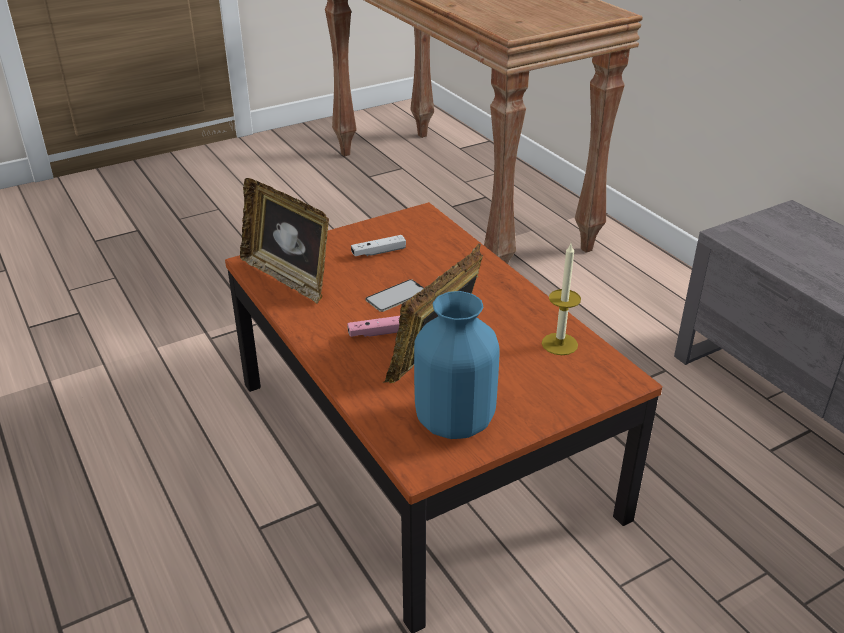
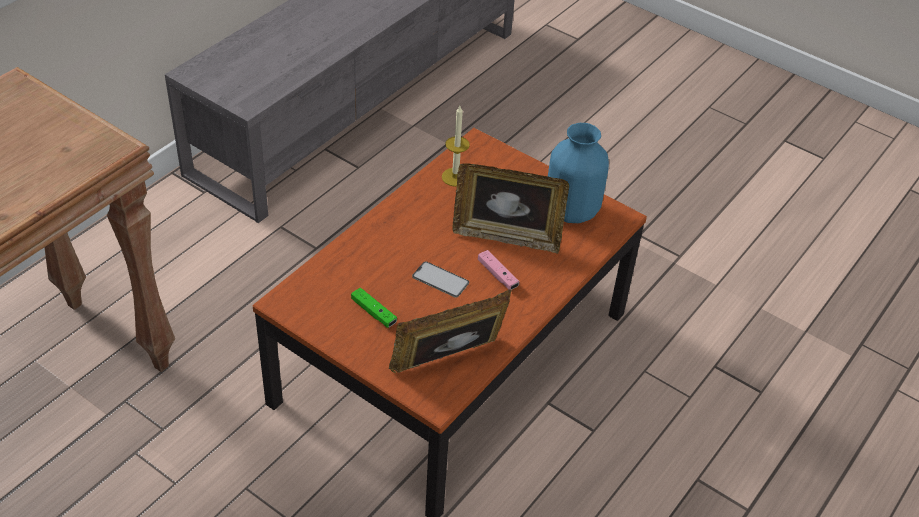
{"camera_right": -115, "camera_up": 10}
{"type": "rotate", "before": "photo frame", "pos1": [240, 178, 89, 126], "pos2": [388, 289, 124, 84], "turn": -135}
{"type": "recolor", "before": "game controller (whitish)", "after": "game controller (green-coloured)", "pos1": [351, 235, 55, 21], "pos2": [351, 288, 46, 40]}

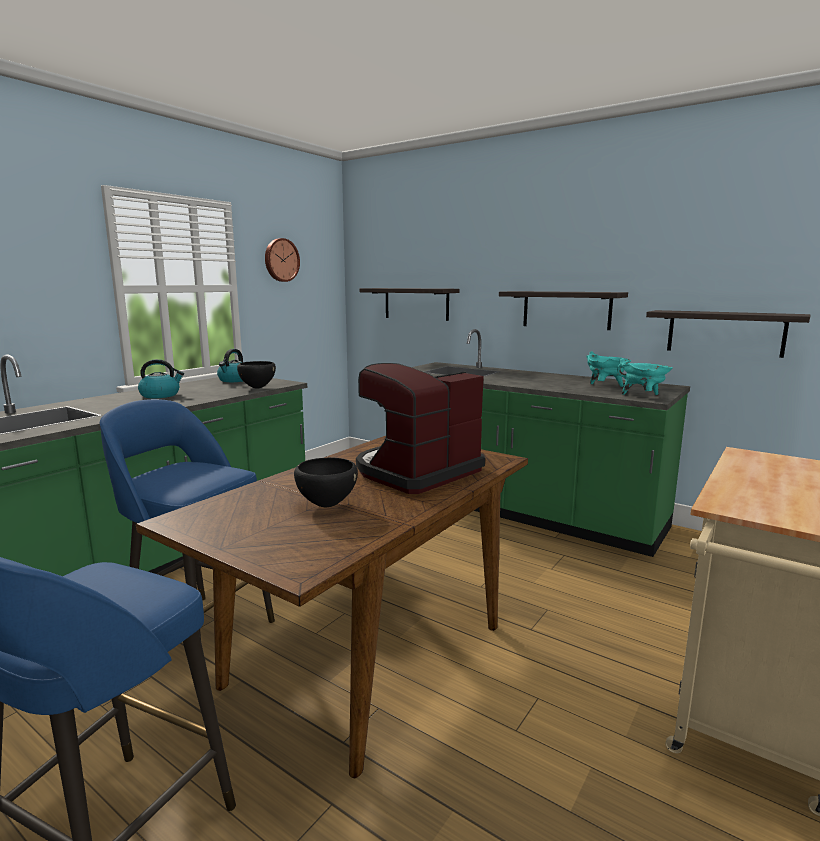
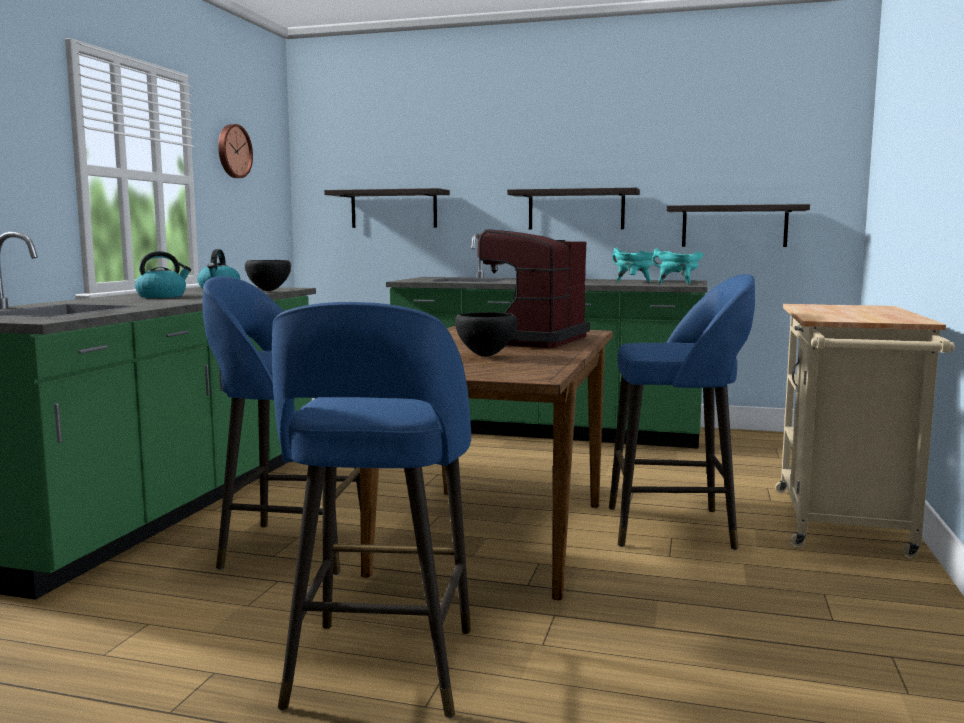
{"camera_right": -20, "camera_up": -5}
{"type": "insert", "after": "stool (blue)", "pos2": [609, 274, 146, 276]}

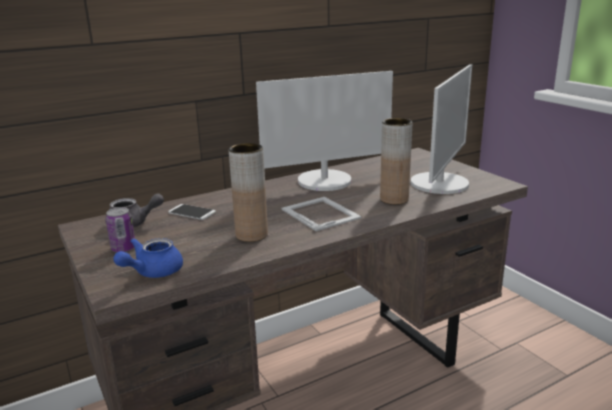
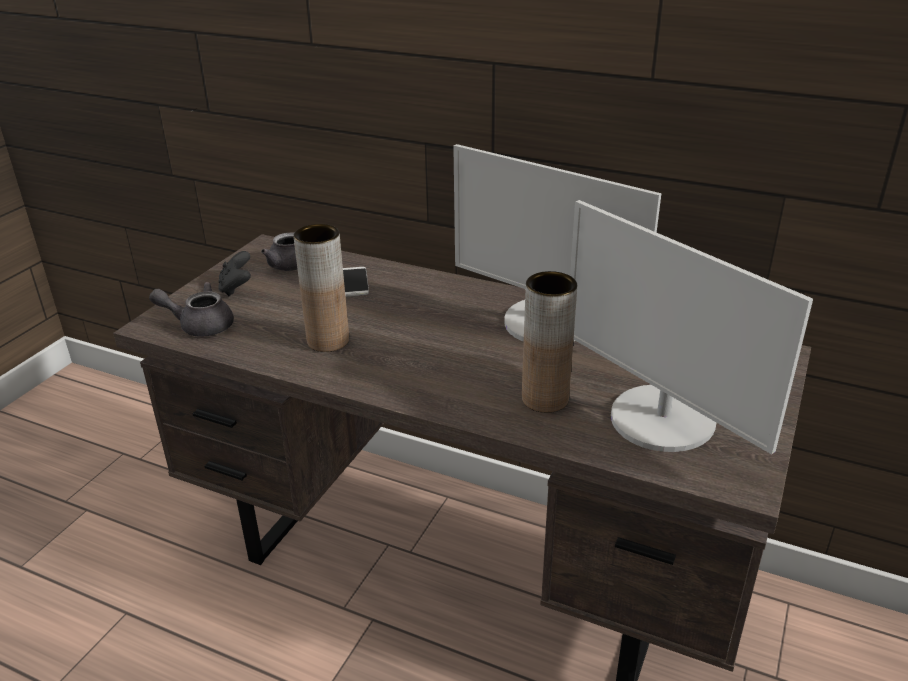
{"camera_right": 55, "camera_up": 10}
{"type": "replace", "before": "metal can", "after": "game controller (black-coloured)", "pos1": [106, 207, 29, 45], "pos2": [218, 251, 33, 45]}
{"type": "recolor", "before": "pot for tea (blue)", "after": "pot for tea (gray)", "pos1": [113, 238, 70, 40], "pos2": [149, 282, 85, 55]}
{"type": "delete", "before": "photo frame", "pos1": [281, 197, 81, 34]}
{"type": "rotate", "before": "monitor", "pos1": [411, 64, 61, 130], "pos2": [570, 200, 243, 255], "turn": 60}

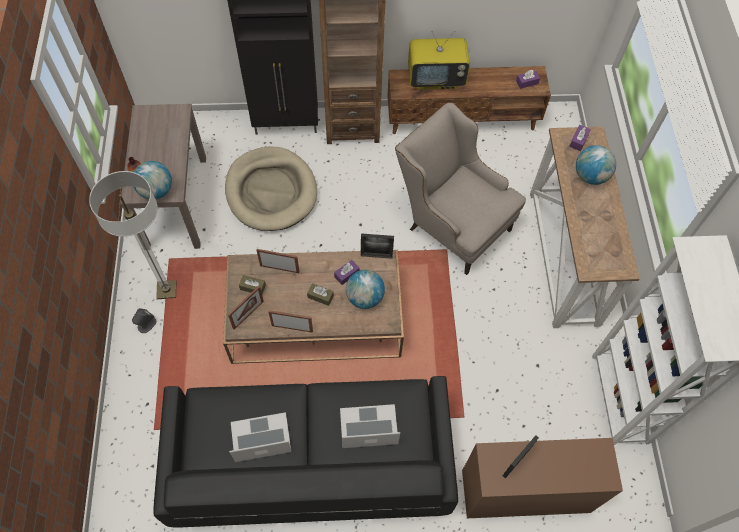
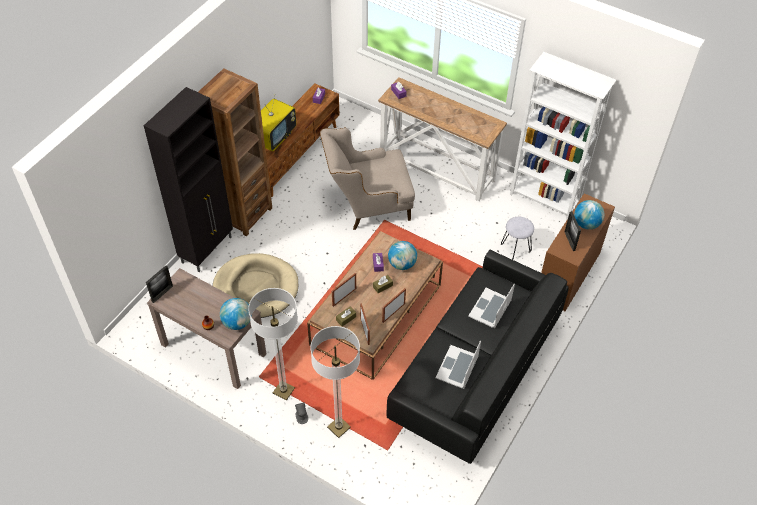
{"camera_right": -55, "camera_up": -10}
{"type": "move", "before": "photo frame", "pos1": [361, 233, 33, 26], "pos2": [146, 266, 27, 37]}
{"type": "move", "before": "globe", "pos1": [576, 145, 40, 40], "pos2": [574, 200, 30, 29]}
{"type": "insert", "after": "floor lamp", "pos2": [310, 326, 50, 112]}
{"type": "insert", "after": "stool (gray)", "pos2": [501, 217, 33, 43]}

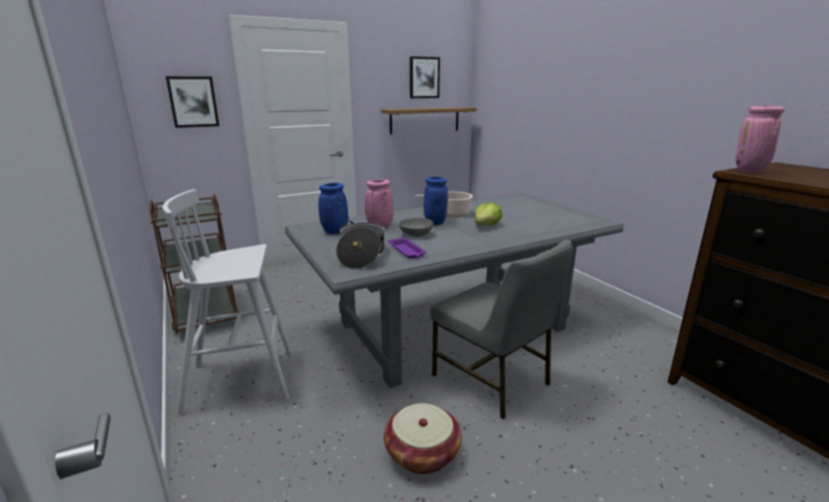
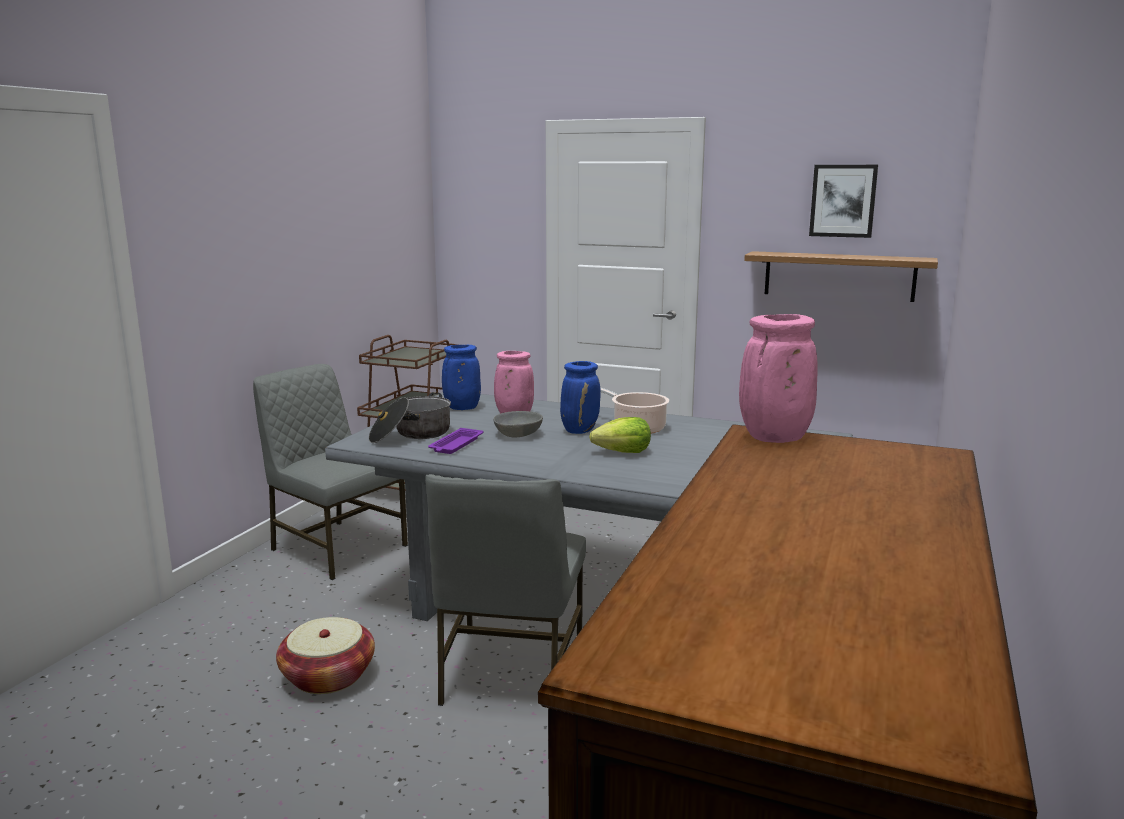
{"camera_right": 50, "camera_up": -5}
{"type": "replace", "before": "stool (whitish)", "after": "plain chair (gray)", "pos1": [162, 189, 130, 227], "pos2": [253, 364, 155, 216]}
{"type": "delete", "before": "wall picture", "pos1": [166, 76, 53, 52]}

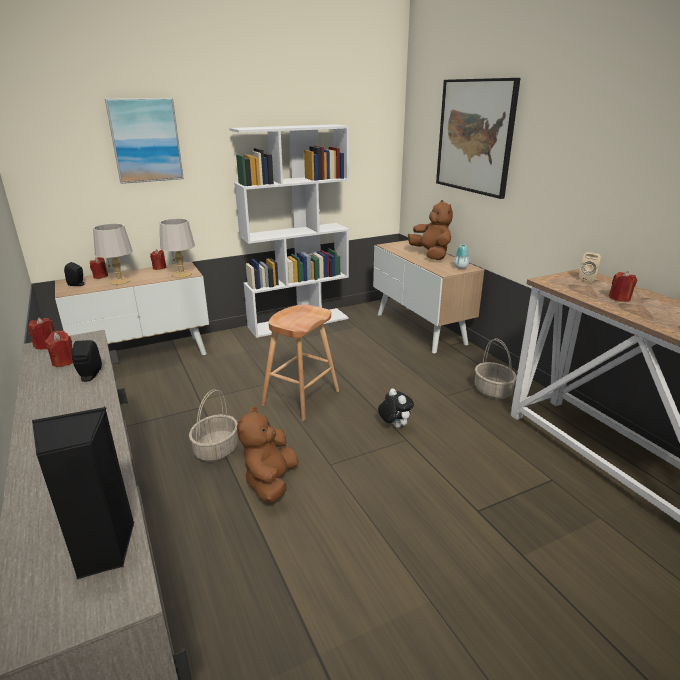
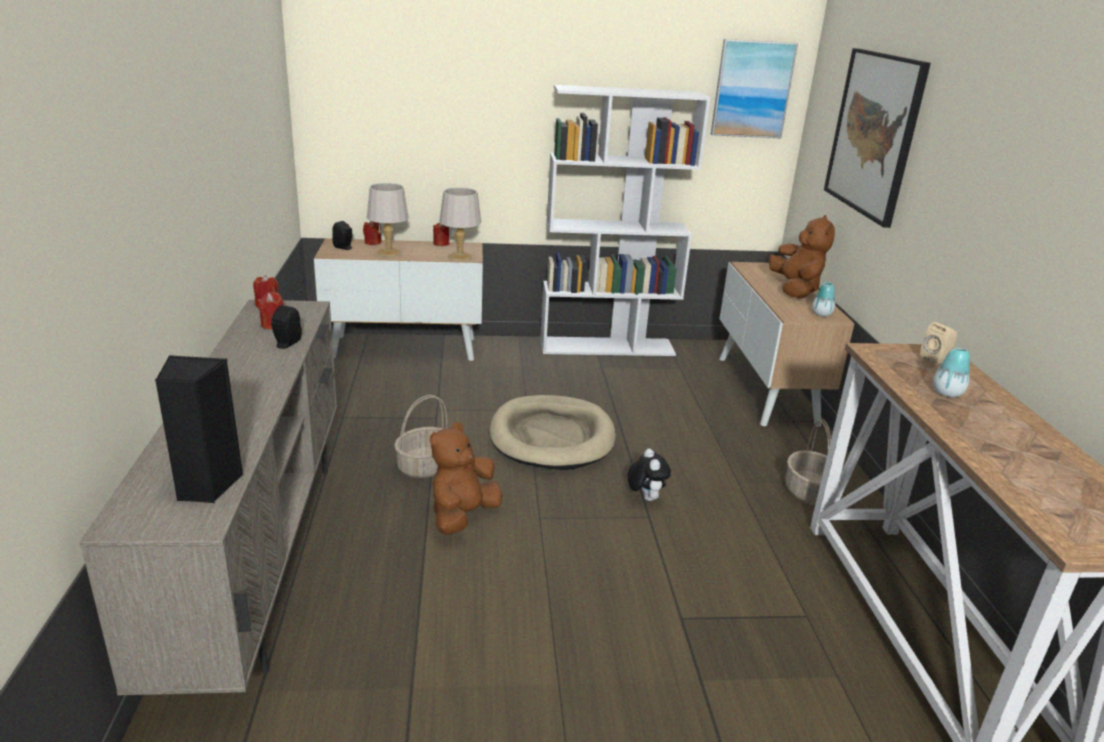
{"camera_right": 20, "camera_up": 0}
{"type": "move", "before": "wall picture", "pos1": [105, 98, 79, 86], "pos2": [711, 39, 87, 99]}
{"type": "replace", "before": "stool (brown-coloured)", "after": "dog bed (beige-coloured)", "pos1": [261, 305, 78, 116], "pos2": [489, 395, 127, 75]}
{"type": "replace", "before": "wax light (red-coloured)", "after": "decorative vase", "pos1": [609, 271, 28, 31], "pos2": [933, 348, 37, 49]}

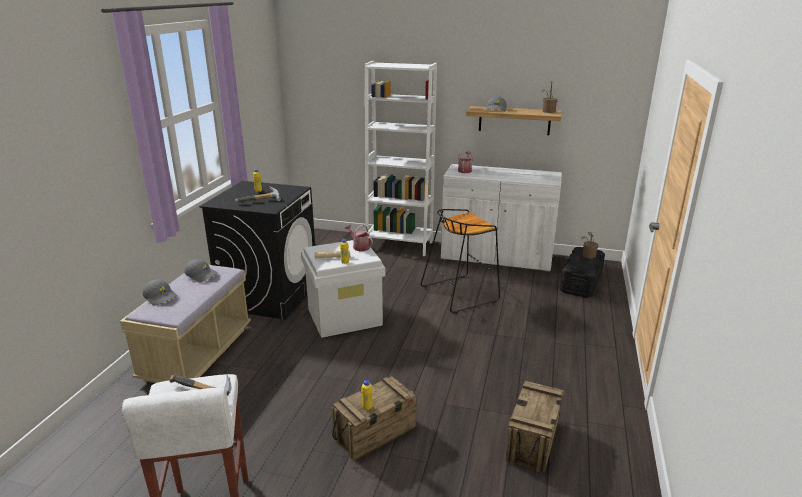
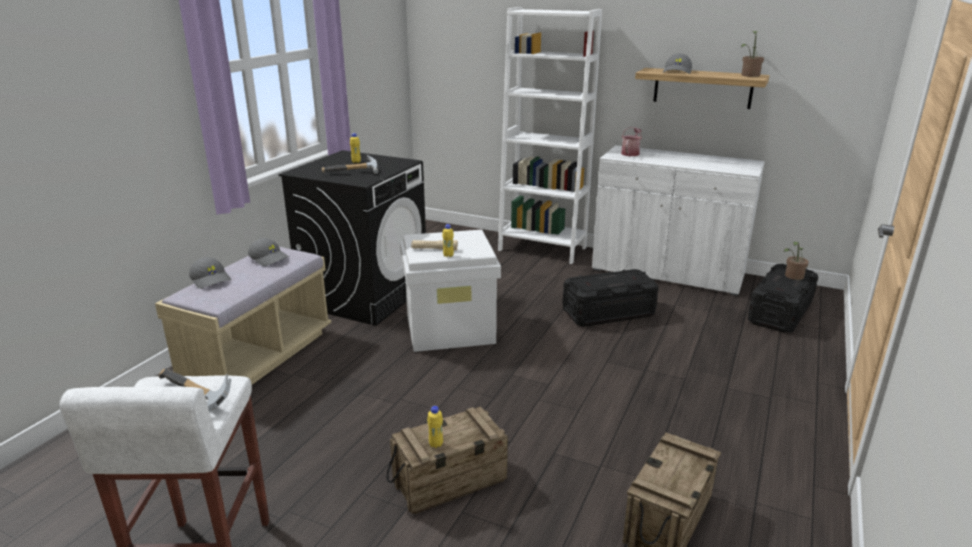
{"camera_right": 10, "camera_up": 0}
{"type": "delete", "before": "watering pot", "pos1": [345, 225, 28, 26]}
{"type": "replace", "before": "stool (black-coloured)", "after": "storage box (black-coloured)", "pos1": [421, 209, 79, 105], "pos2": [563, 269, 96, 58]}

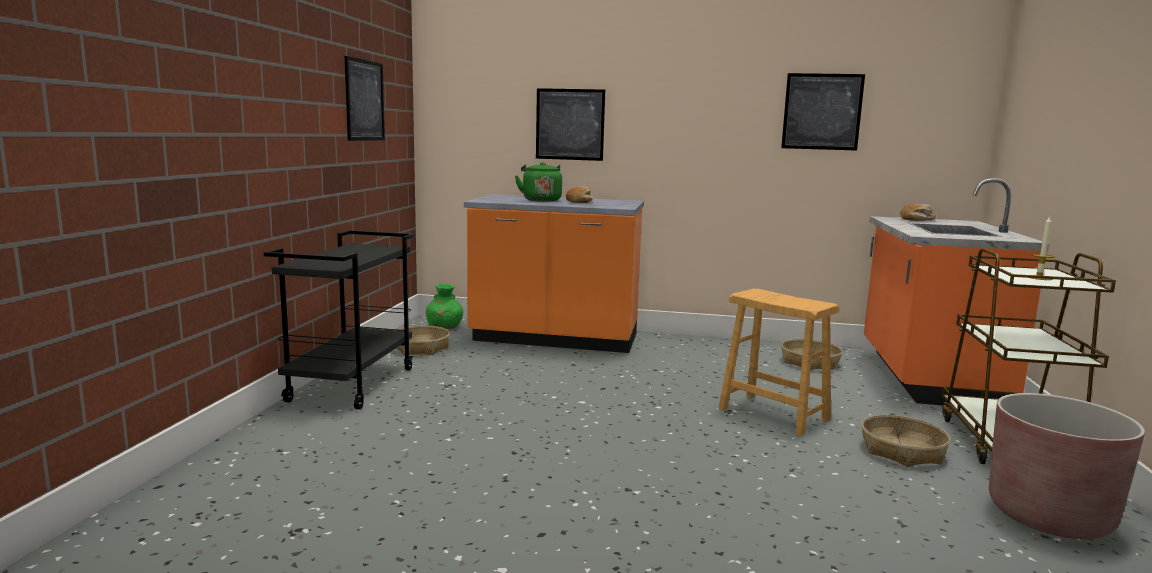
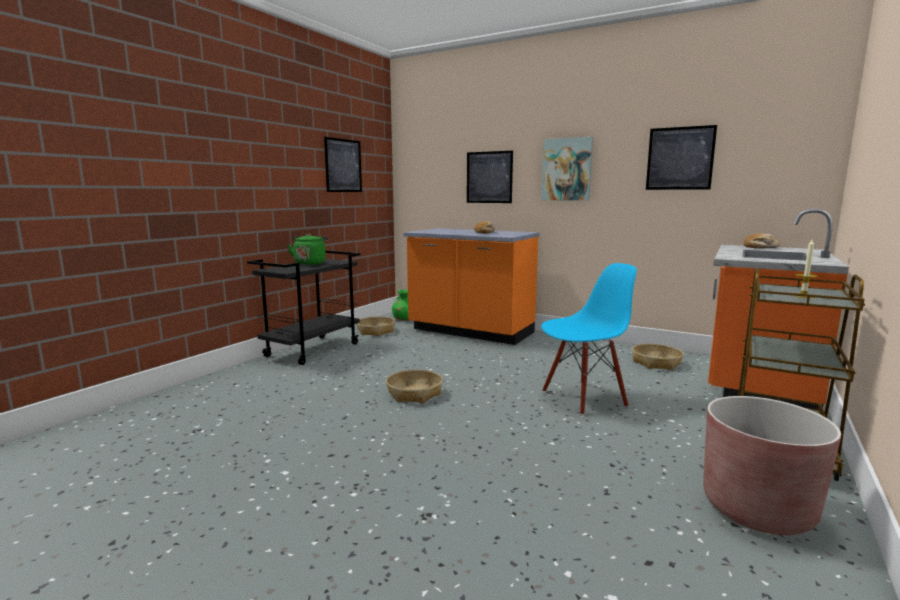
{"camera_right": 20, "camera_up": 0}
{"type": "move", "before": "kettle (green-coloured)", "pos1": [515, 162, 47, 40], "pos2": [287, 234, 41, 31]}
{"type": "replace", "before": "stool (brown-coloured)", "after": "plain chair (blue)", "pos1": [719, 289, 121, 148], "pos2": [541, 263, 96, 152]}
{"type": "move", "before": "storage basket", "pos1": [861, 415, 89, 52], "pos2": [386, 370, 57, 33]}
{"type": "insert", "after": "wall picture", "pos2": [541, 137, 52, 64]}

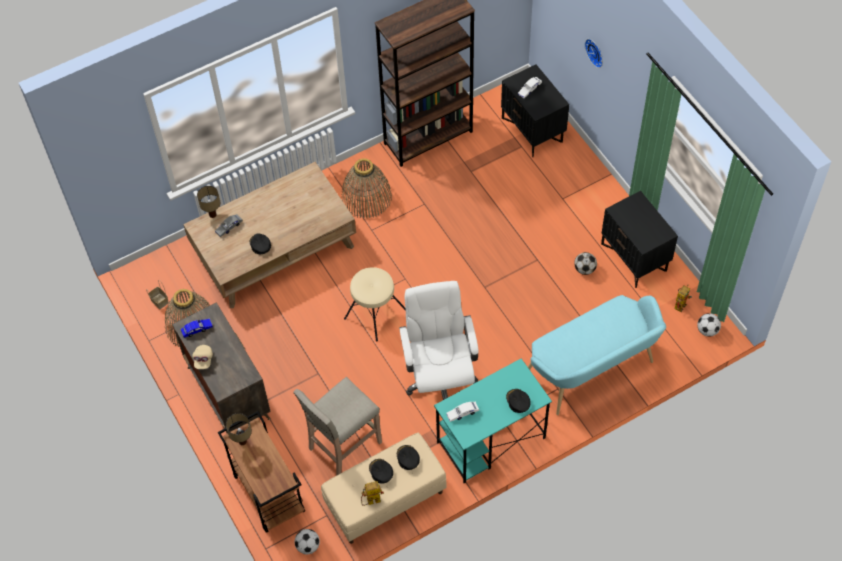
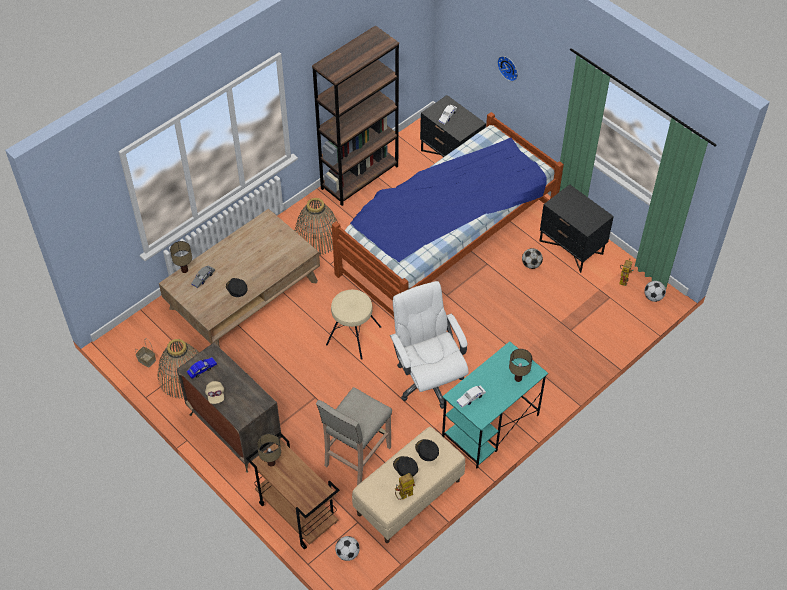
{"camera_right": -15, "camera_up": -5}
{"type": "replace", "before": "peaked cap (black-coloured)", "after": "lamp for a table", "pos1": [506, 389, 25, 24], "pos2": [509, 349, 23, 33]}
{"type": "delete", "before": "indoor bench (blue-green)", "pos1": [528, 295, 138, 120]}
{"type": "insert", "after": "bed", "pos2": [332, 112, 232, 204]}

